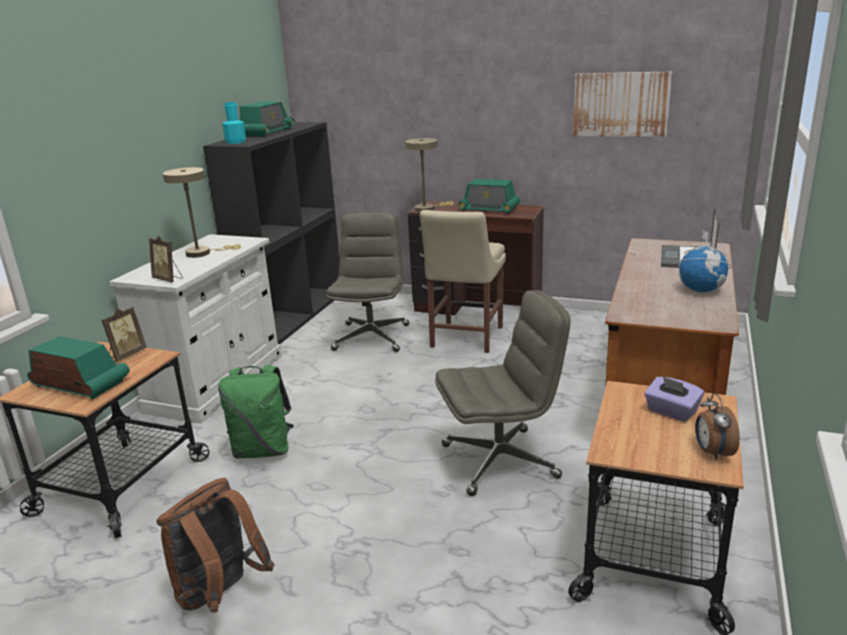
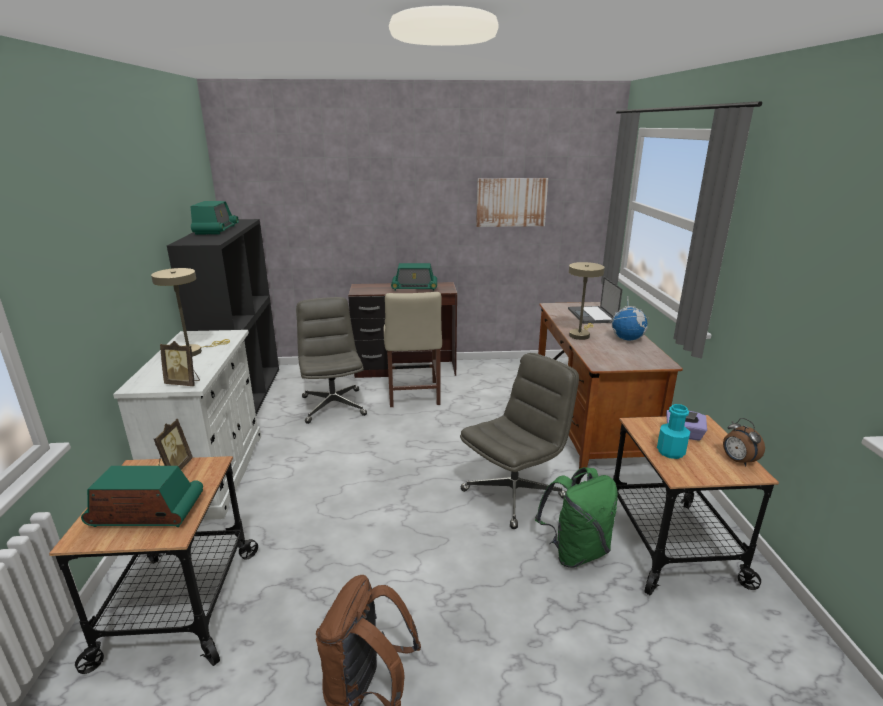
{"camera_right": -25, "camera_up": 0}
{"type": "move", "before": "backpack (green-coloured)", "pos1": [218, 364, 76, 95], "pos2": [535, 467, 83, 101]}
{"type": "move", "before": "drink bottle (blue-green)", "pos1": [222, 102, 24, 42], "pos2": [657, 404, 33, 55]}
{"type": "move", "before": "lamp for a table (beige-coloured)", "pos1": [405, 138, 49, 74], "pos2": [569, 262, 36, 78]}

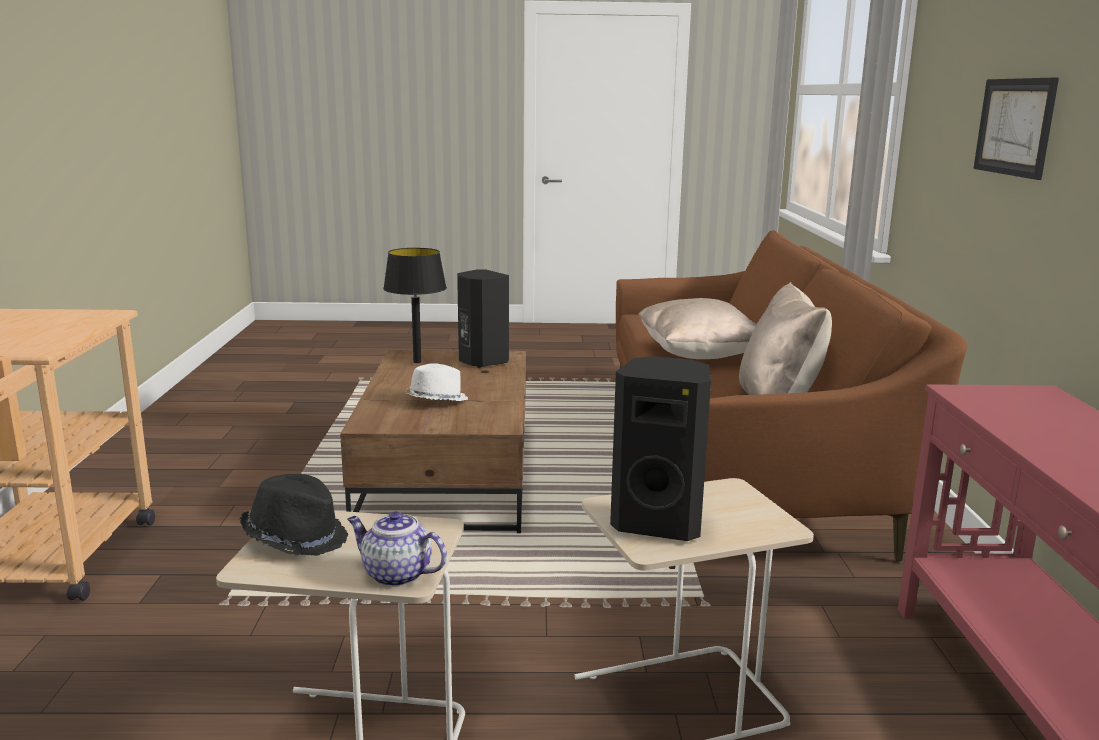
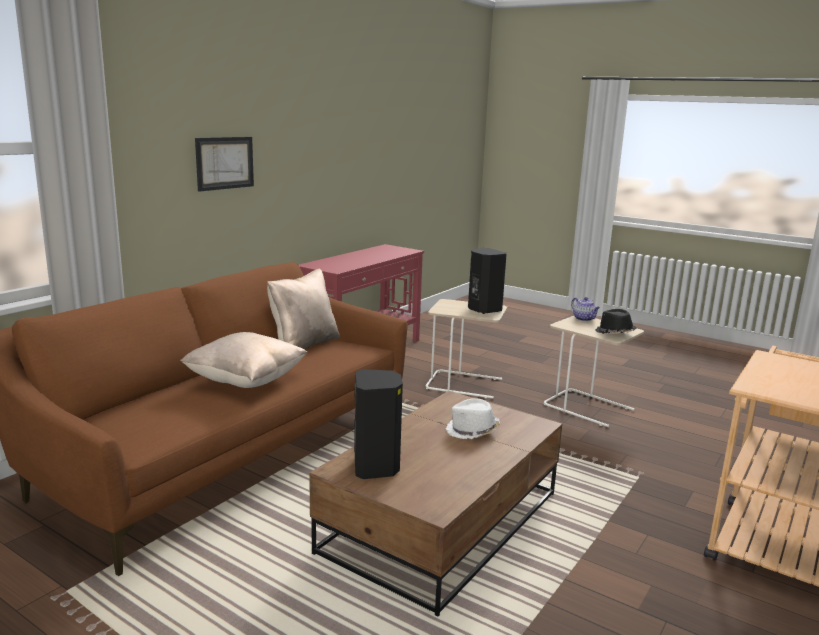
{"camera_right": -145, "camera_up": 0}
{"type": "delete", "before": "lamp for a table (black-coloured)", "pos1": [383, 248, 64, 115]}

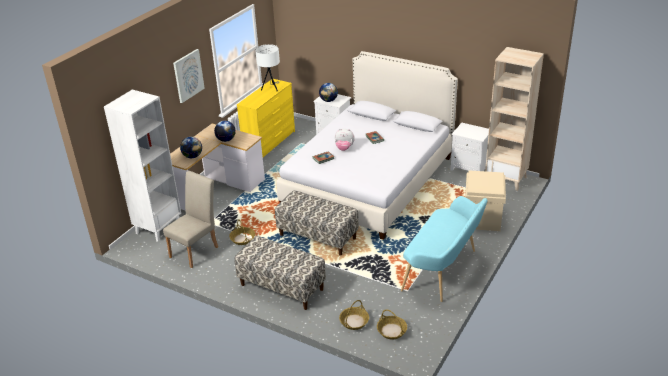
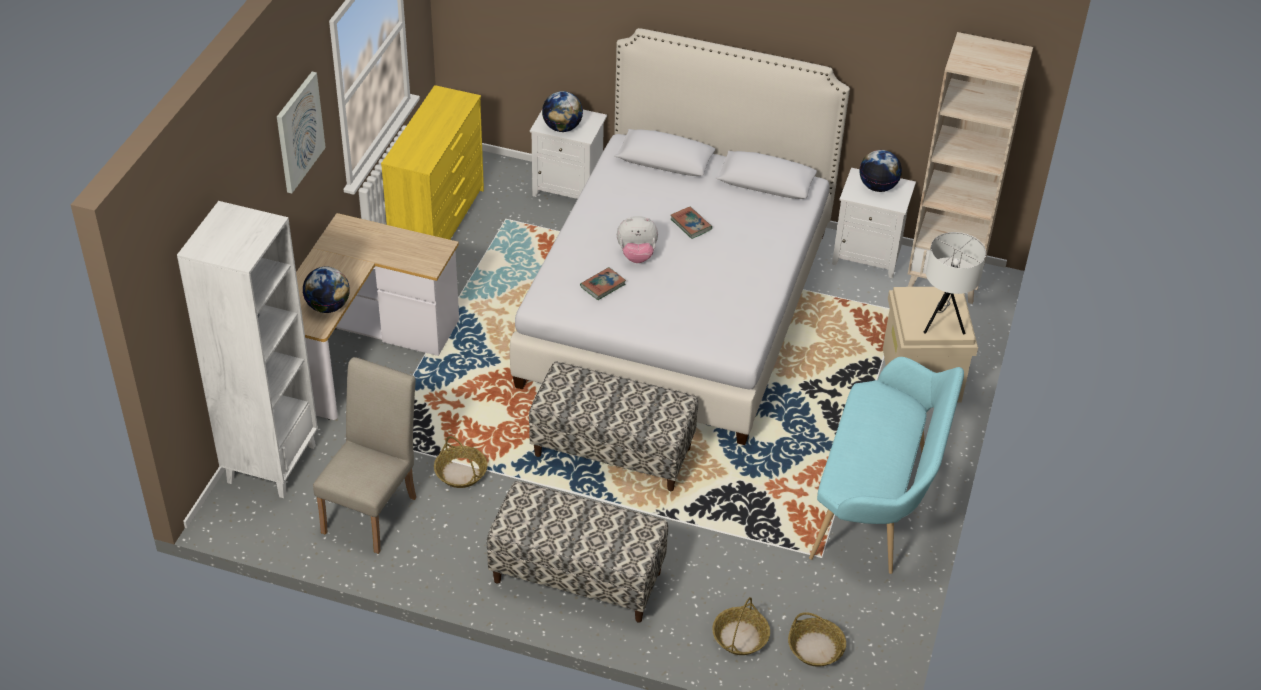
{"camera_right": -15, "camera_up": 10}
{"type": "move", "before": "globe", "pos1": [214, 121, 22, 21], "pos2": [859, 150, 43, 42]}
{"type": "move", "before": "lamp for a table (whitish)", "pos1": [255, 44, 25, 47], "pos2": [923, 232, 63, 102]}

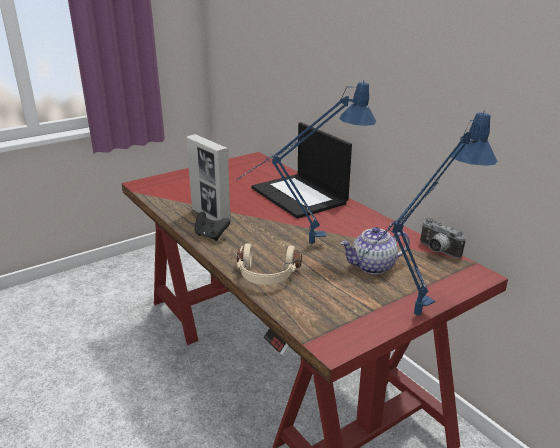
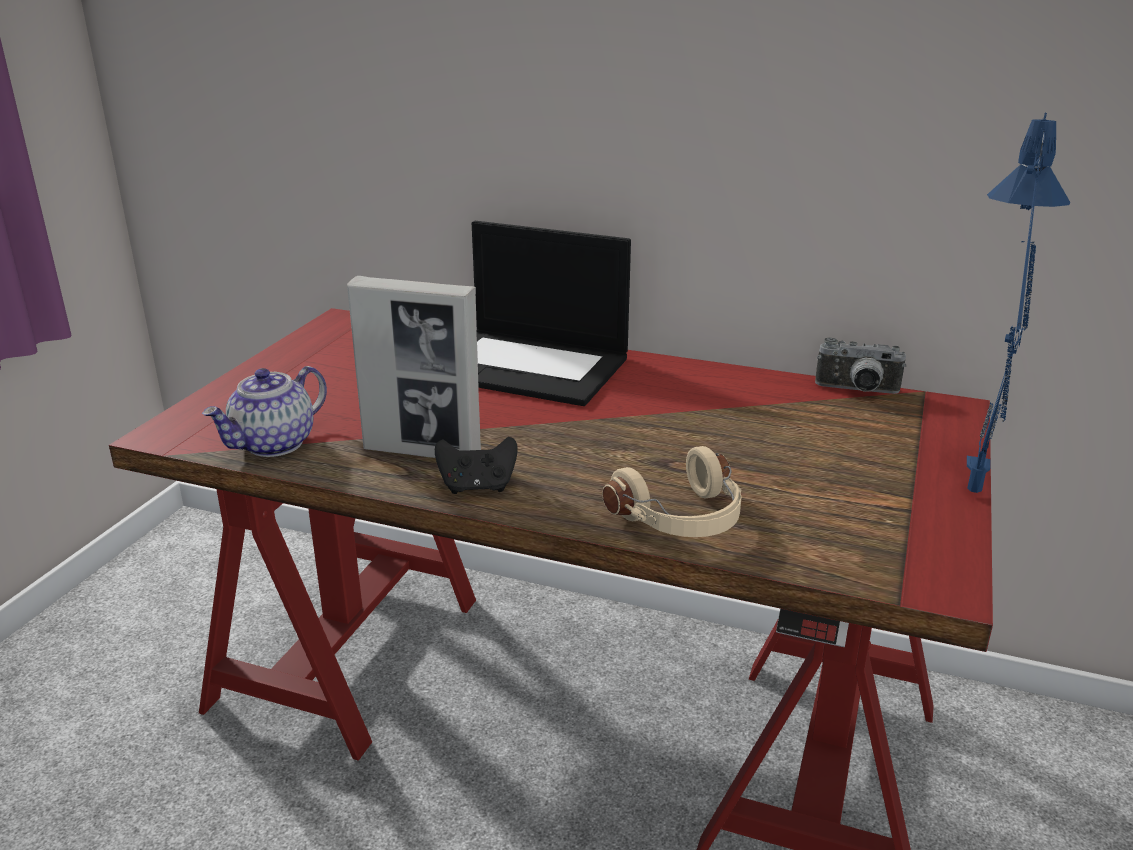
{"camera_right": -35, "camera_up": 0}
{"type": "delete", "before": "lamp for a table (blue)", "pos1": [237, 81, 139, 163]}
{"type": "move", "before": "pot for tea", "pos1": [340, 227, 70, 47], "pos2": [202, 366, 125, 91]}

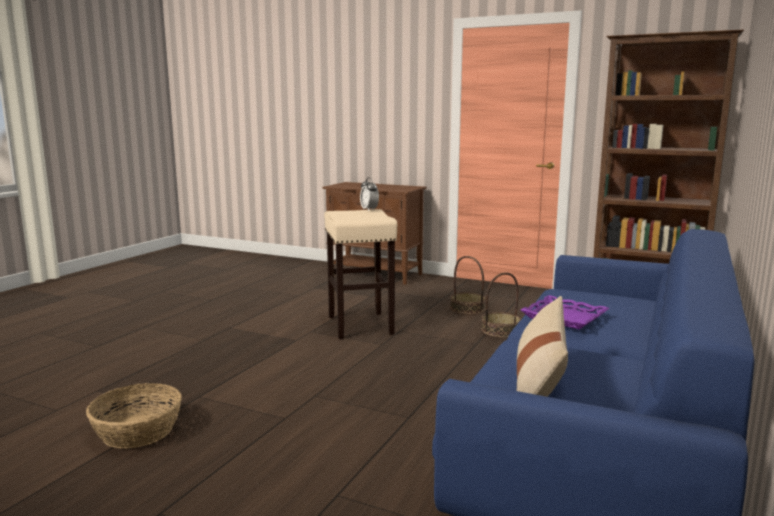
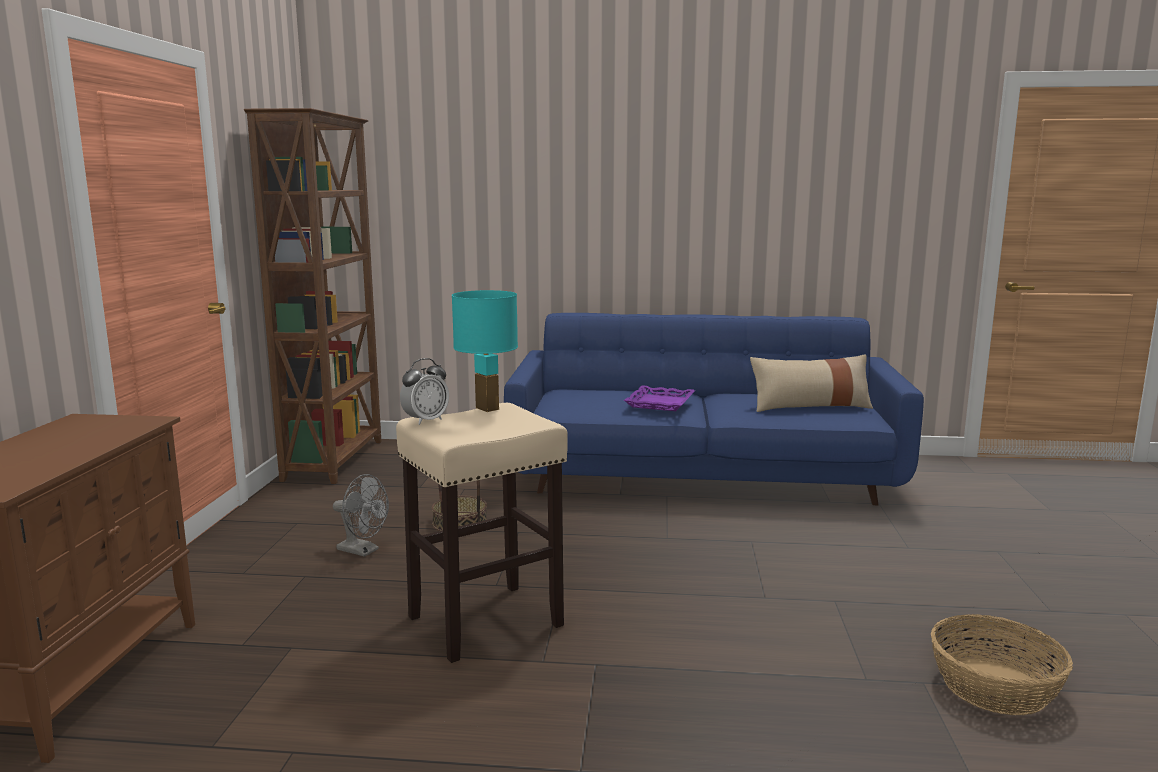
{"camera_right": -110, "camera_up": 0}
{"type": "replace", "before": "storage basket", "after": "fan (gray)", "pos1": [450, 256, 36, 59], "pos2": [333, 474, 56, 83]}
{"type": "insert", "after": "lamp for a table (blue-green)", "pos2": [452, 290, 66, 122]}

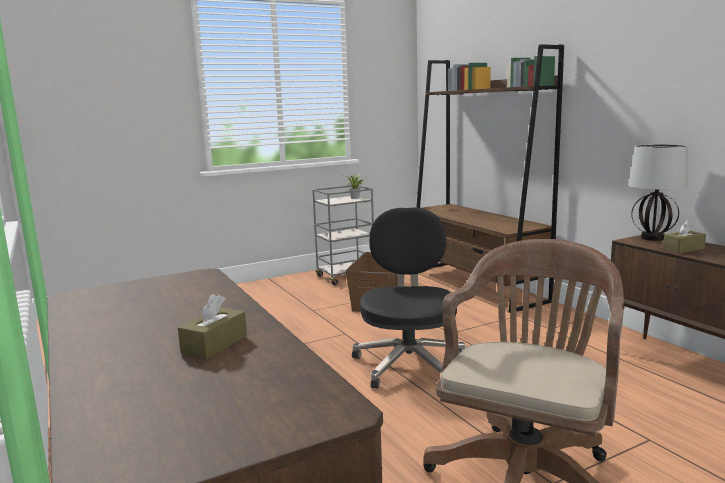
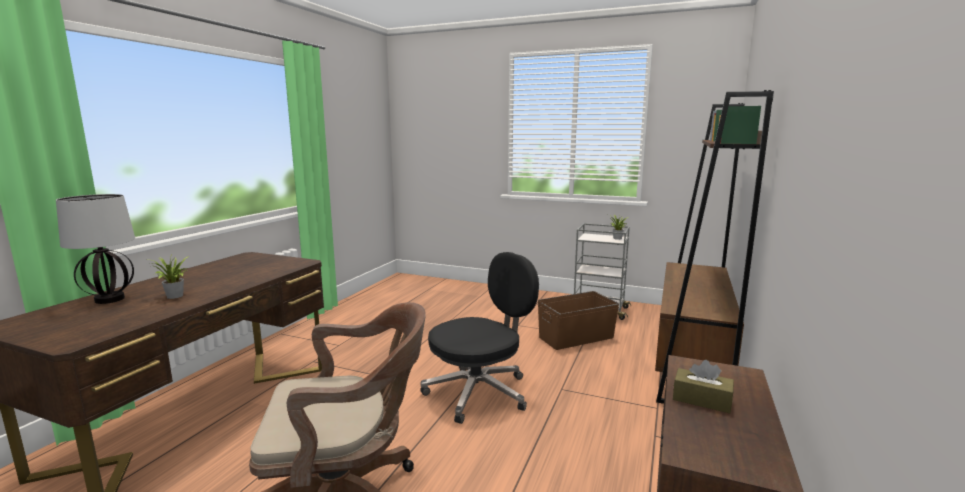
{"camera_right": 50, "camera_up": 0}
{"type": "replace", "before": "box of tissues (brown-coloured)", "after": "potted plant", "pos1": [178, 294, 69, 66], "pos2": [152, 256, 37, 43]}
{"type": "move", "before": "lamp for a table", "pos1": [629, 144, 59, 97], "pos2": [56, 194, 79, 110]}

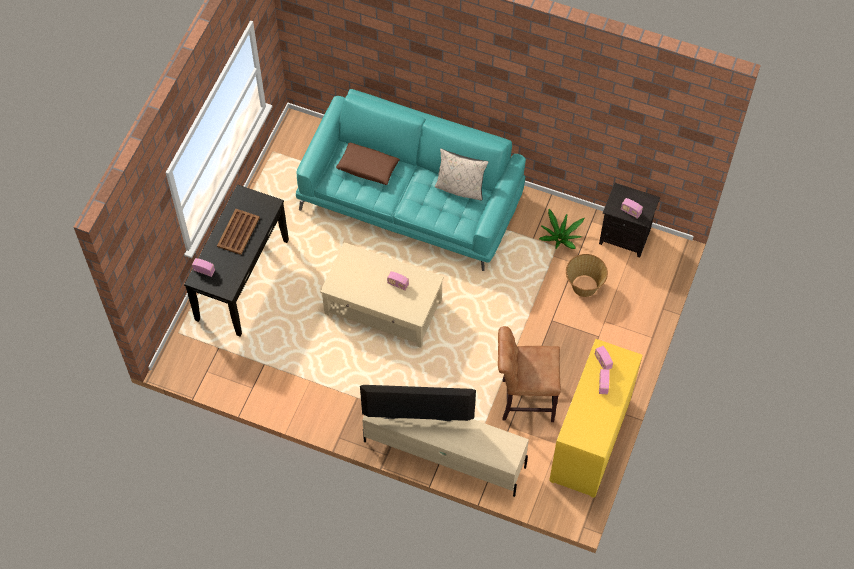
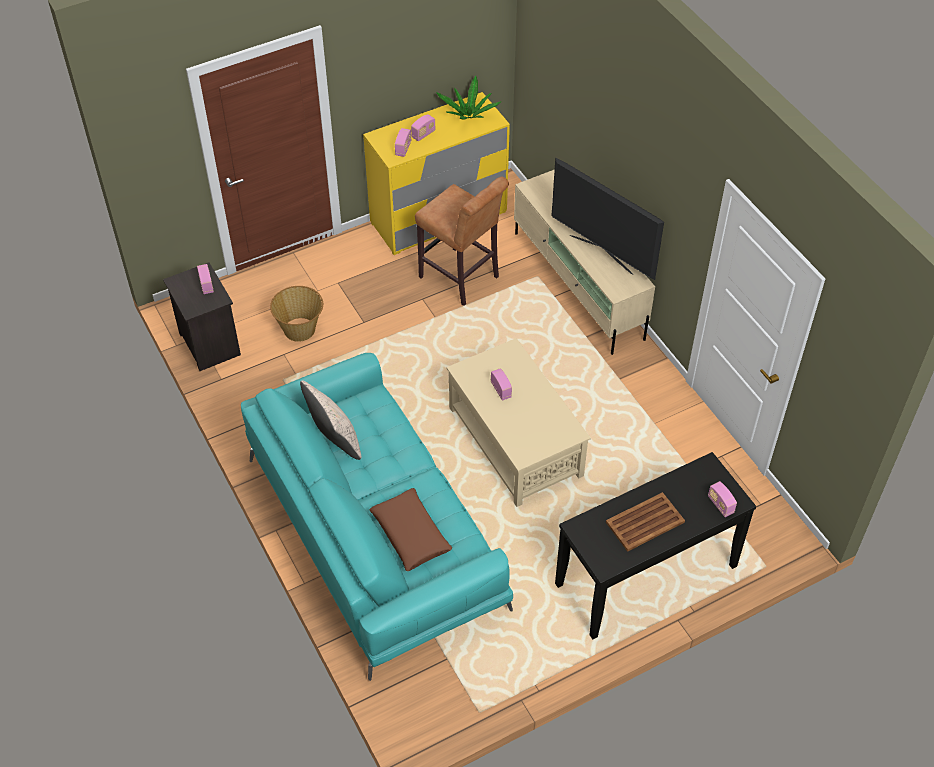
{"camera_right": -140, "camera_up": -10}
{"type": "move", "before": "potted plant", "pos1": [539, 209, 45, 40], "pos2": [436, 76, 65, 44]}

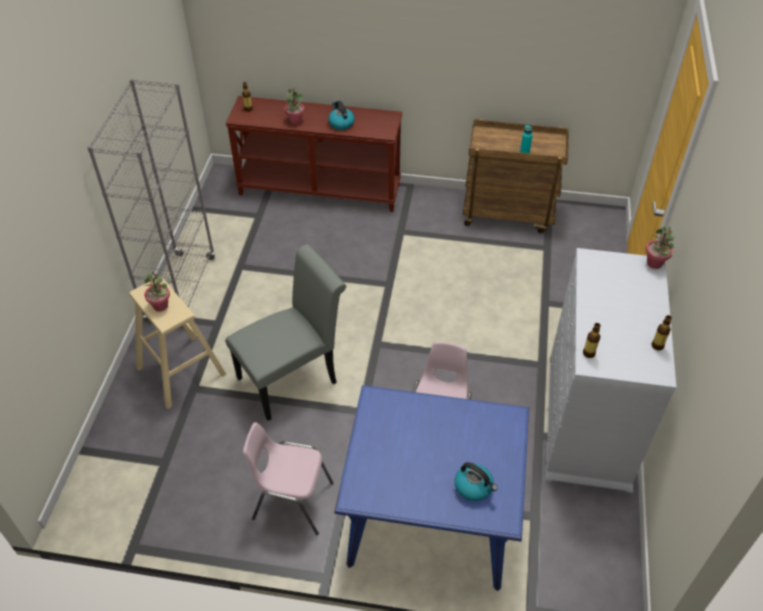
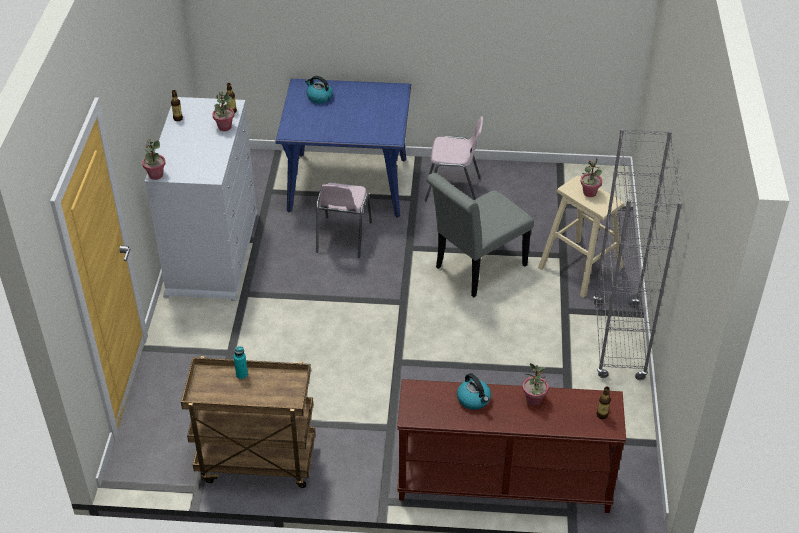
{"camera_right": 175, "camera_up": -5}
{"type": "insert", "after": "potted plant", "pos2": [212, 91, 22, 40]}

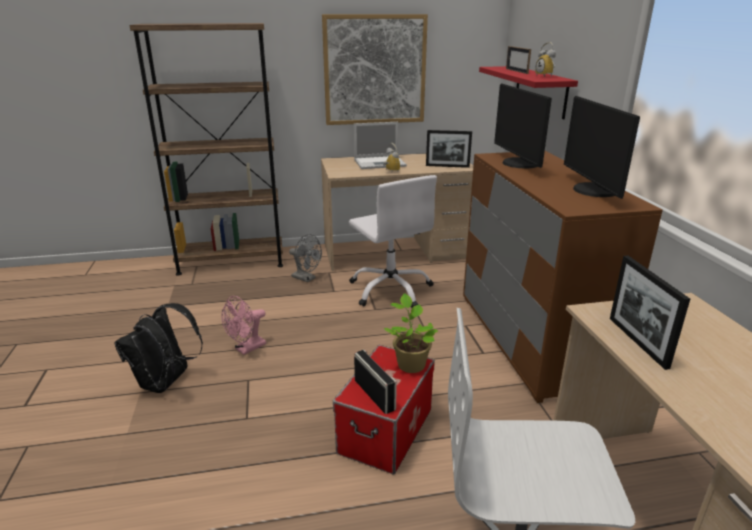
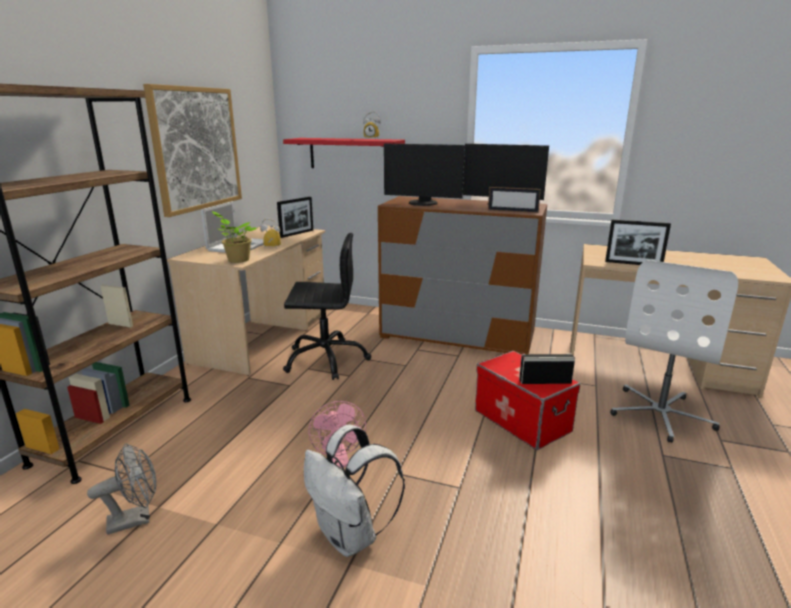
{"camera_right": -60, "camera_up": -5}
{"type": "recolor", "before": "backpack (black-coloured)", "after": "backpack (whitish)", "pos1": [114, 303, 89, 90], "pos2": [304, 425, 101, 132]}
{"type": "move", "before": "fan (gray)", "pos1": [289, 234, 33, 48], "pos2": [87, 444, 69, 91]}
{"type": "recolor", "before": "computer chair (whitish)", "after": "computer chair (black-coloured)", "pos1": [349, 175, 88, 133], "pos2": [283, 233, 88, 147]}
{"type": "move", "before": "potted plant", "pos1": [384, 293, 54, 80], "pos2": [212, 211, 45, 52]}
{"type": "move", "before": "photo frame", "pos1": [506, 46, 25, 28], "pos2": [488, 187, 53, 26]}

